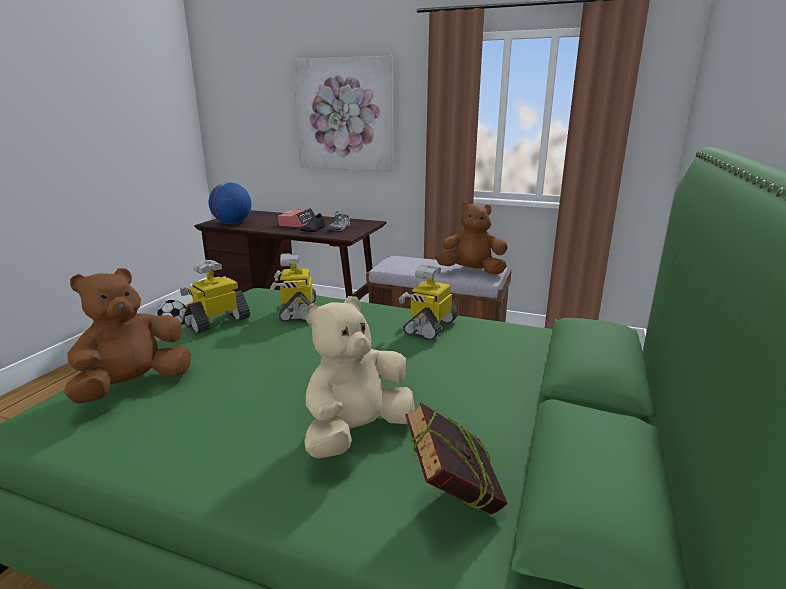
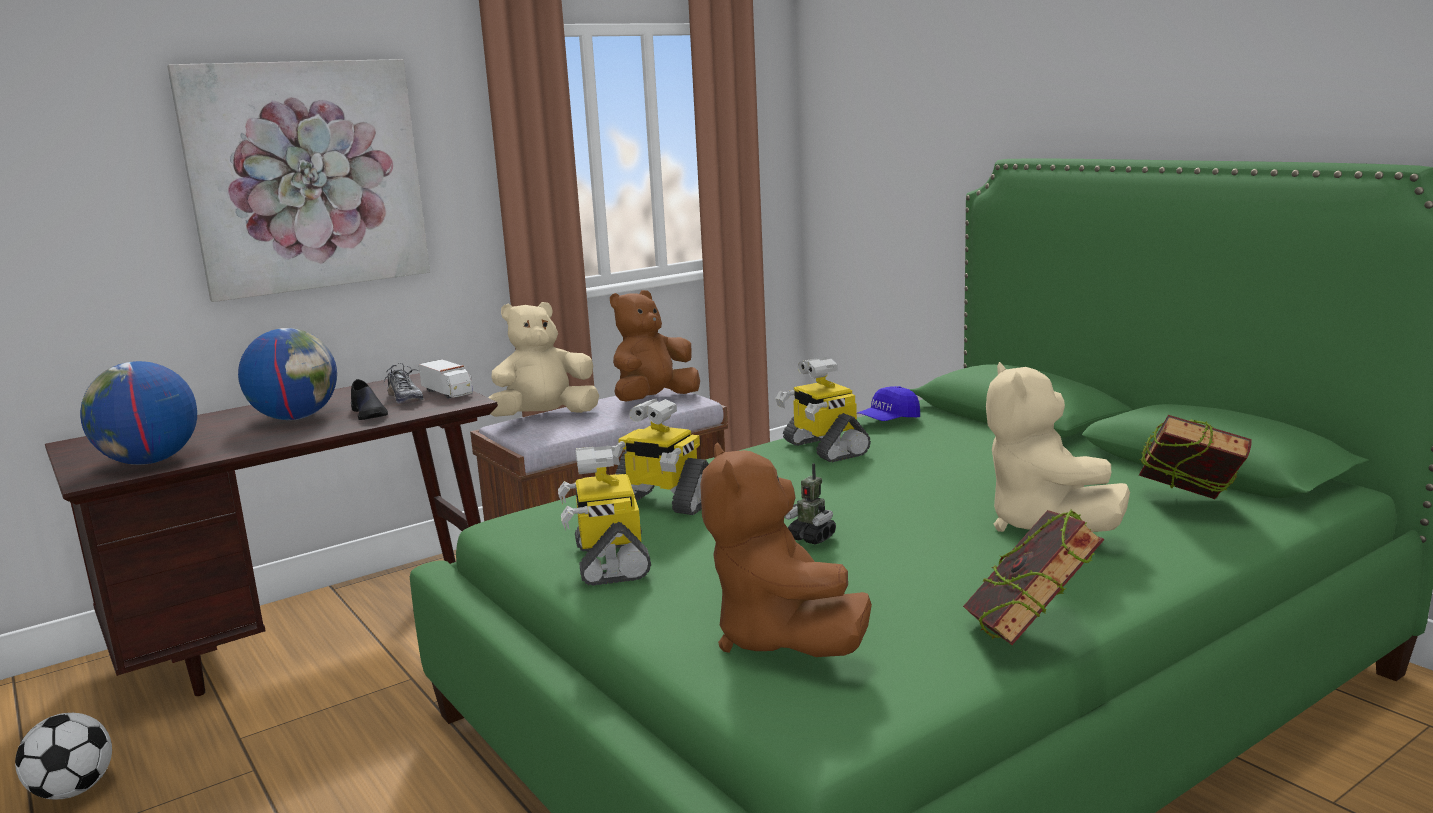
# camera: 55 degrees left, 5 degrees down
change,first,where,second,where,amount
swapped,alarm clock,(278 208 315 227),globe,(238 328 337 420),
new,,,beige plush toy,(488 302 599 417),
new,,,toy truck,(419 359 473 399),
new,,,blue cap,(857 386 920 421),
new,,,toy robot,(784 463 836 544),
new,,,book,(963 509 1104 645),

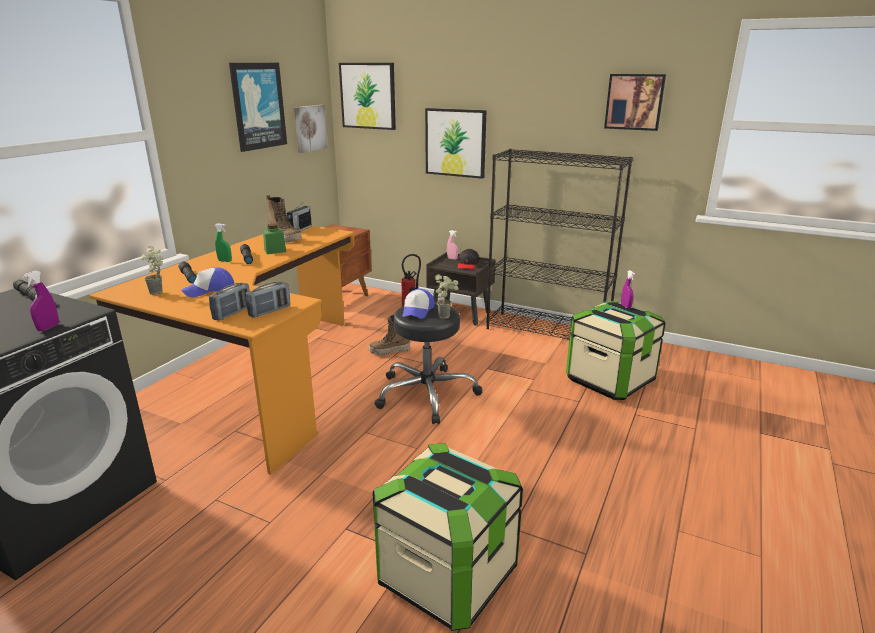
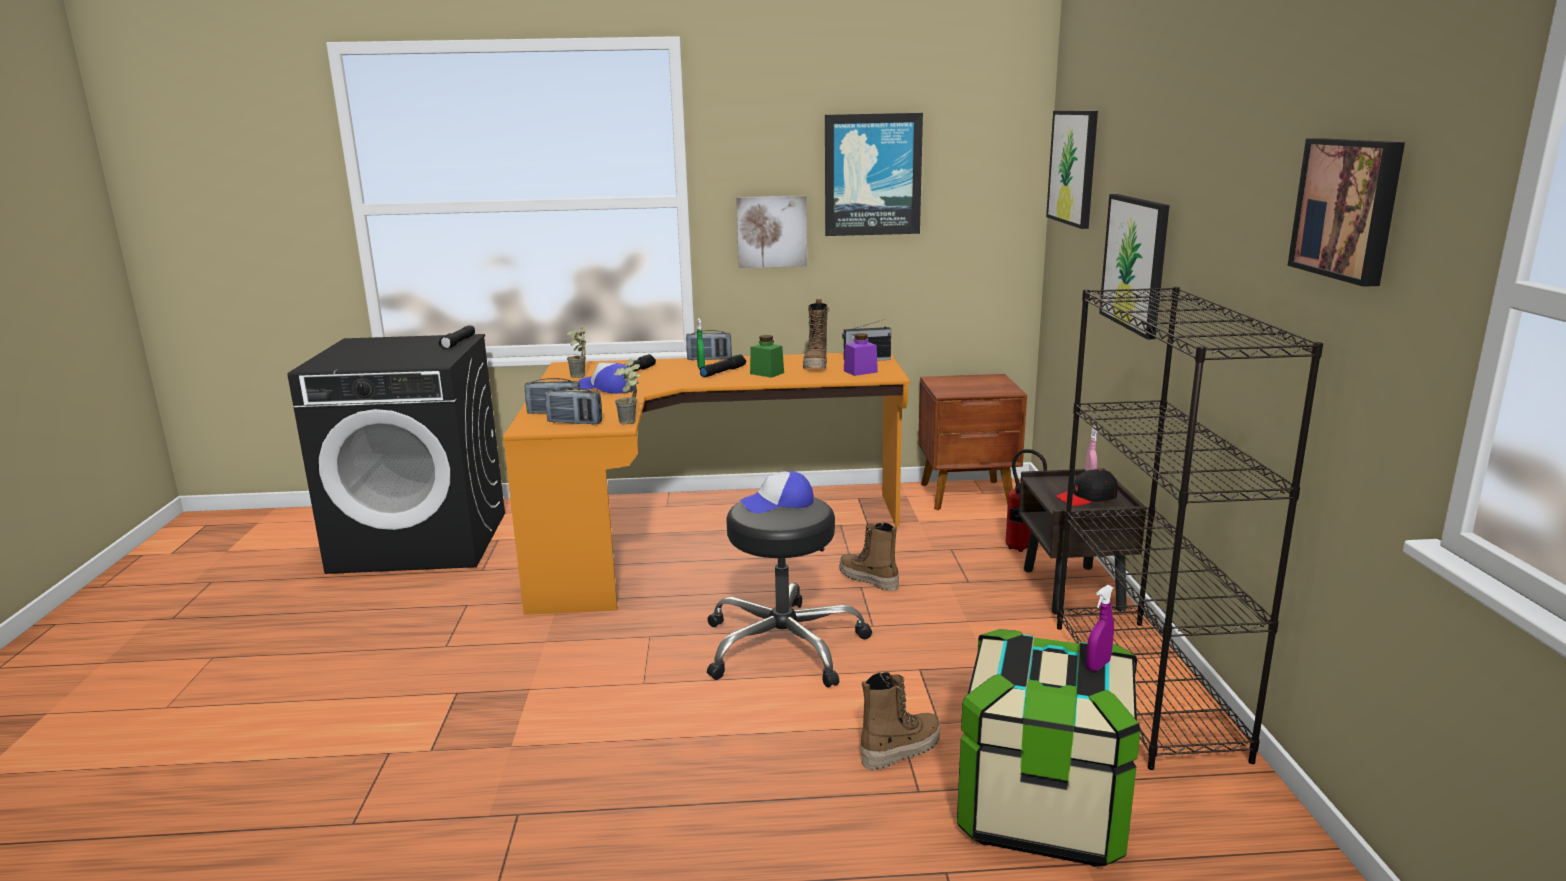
# camera: 60 degrees right, 5 degrees down
change,first,where,second,where,amount
shifted,picture,(294 105 327 153),,(736 196 807 268),
gone,purple spray bottle,(23 271 59 331),,,
shifted,potted plant,(435 274 459 319),,(614 359 641 424),
gone,storage box,(373 443 523 631),,,
new,,,radio,(686 330 732 360),
new,,,purple jar,(844 333 878 376),
new,,,boot,(861 672 940 770),

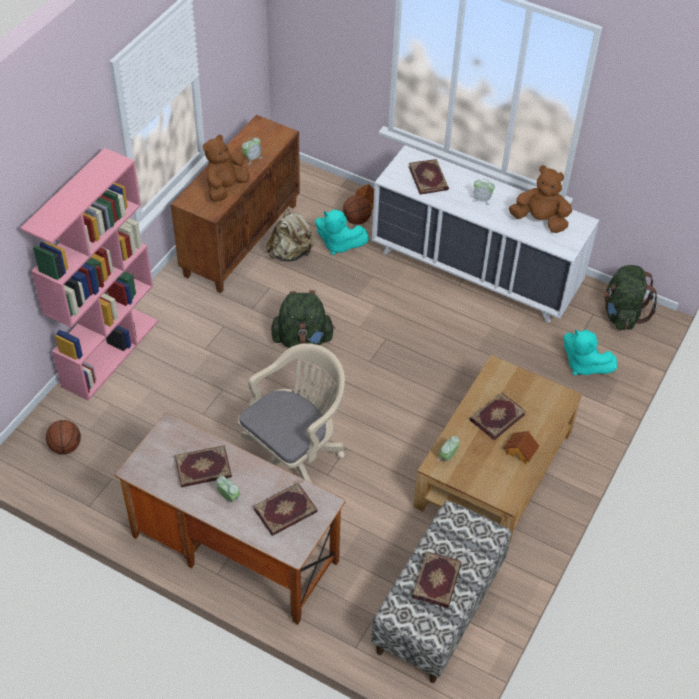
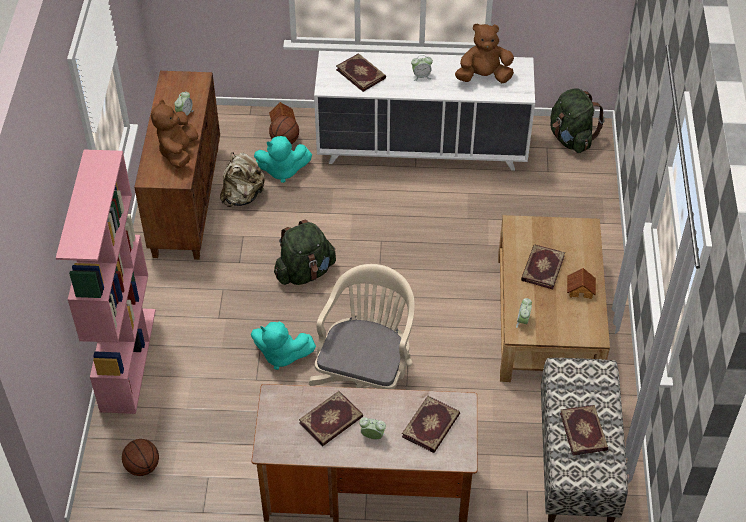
# camera: 25 degrees left, 0 degrees up
change,first,where,second,where,amount
shifted,turquoise plush toy,(564 329 617 376),,(251 322 316 370),

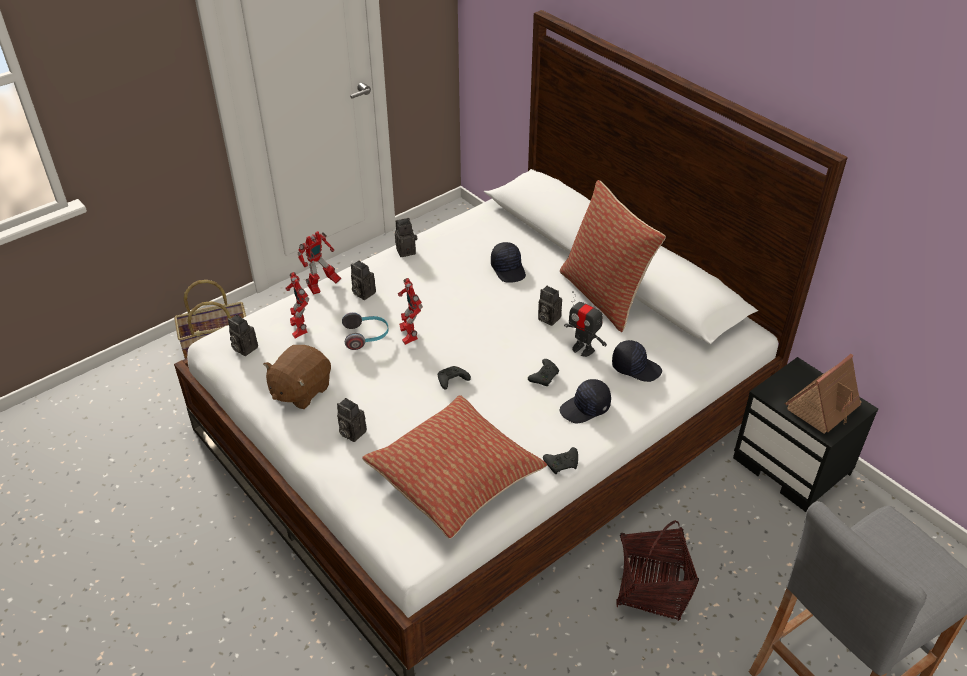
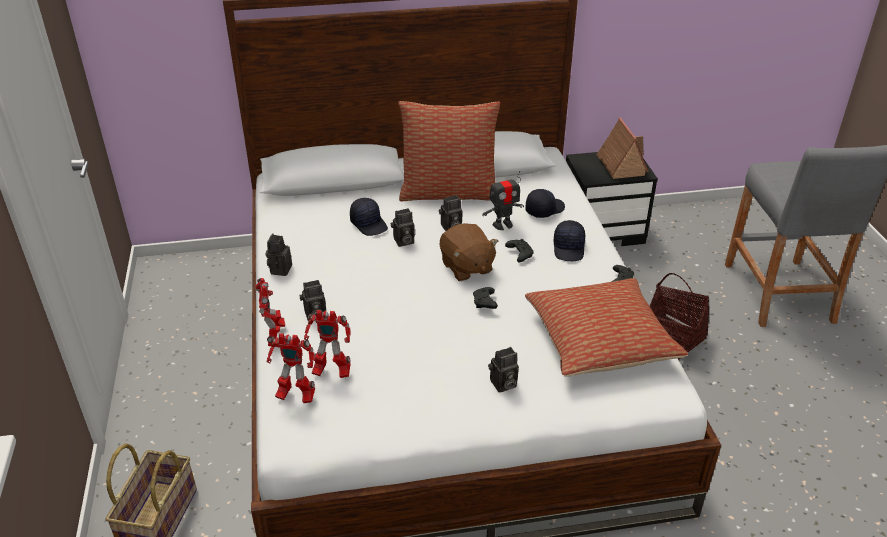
# camera: 60 degrees left, 5 degrees down
change,first,where,second,where,amount
rotated,black cap,(491 242 526 283),,(350 198 388 236),45 degrees clockwise
shifted,toy robot,(398 278 423 345),,(267 333 315 403),
gone,headphones,(342 312 389 350),,,
shifted,photo camera,(228 315 258 356),,(391 208 415 247),
shifted,brown plush toy,(263 345 331 409),,(440 223 498 281),

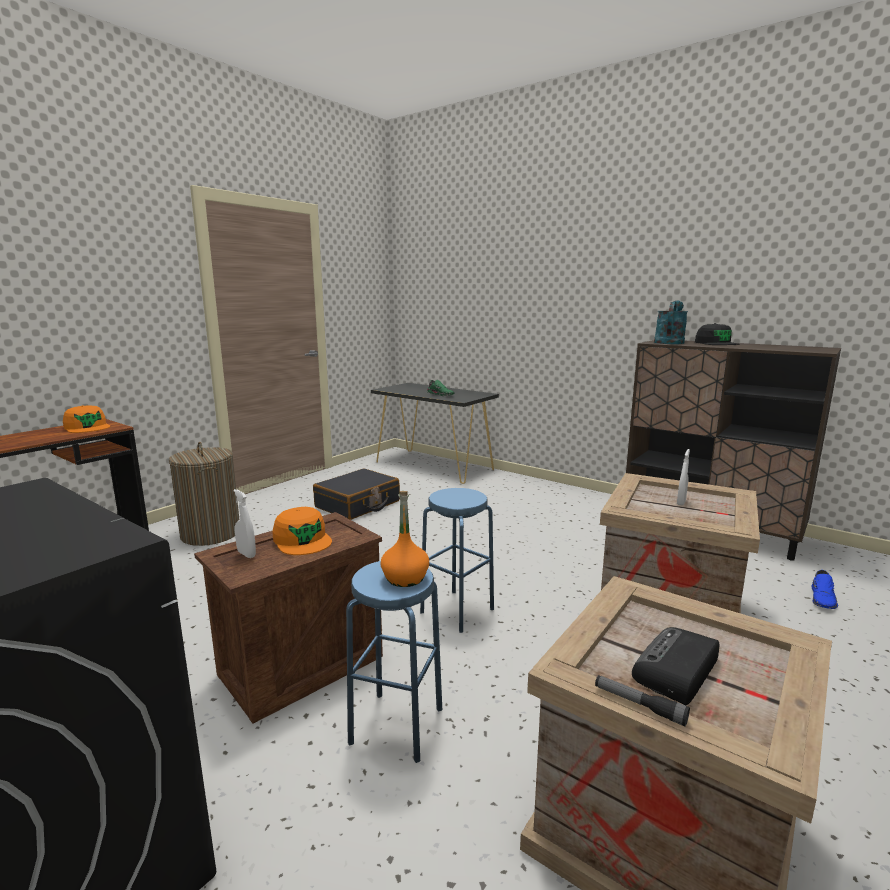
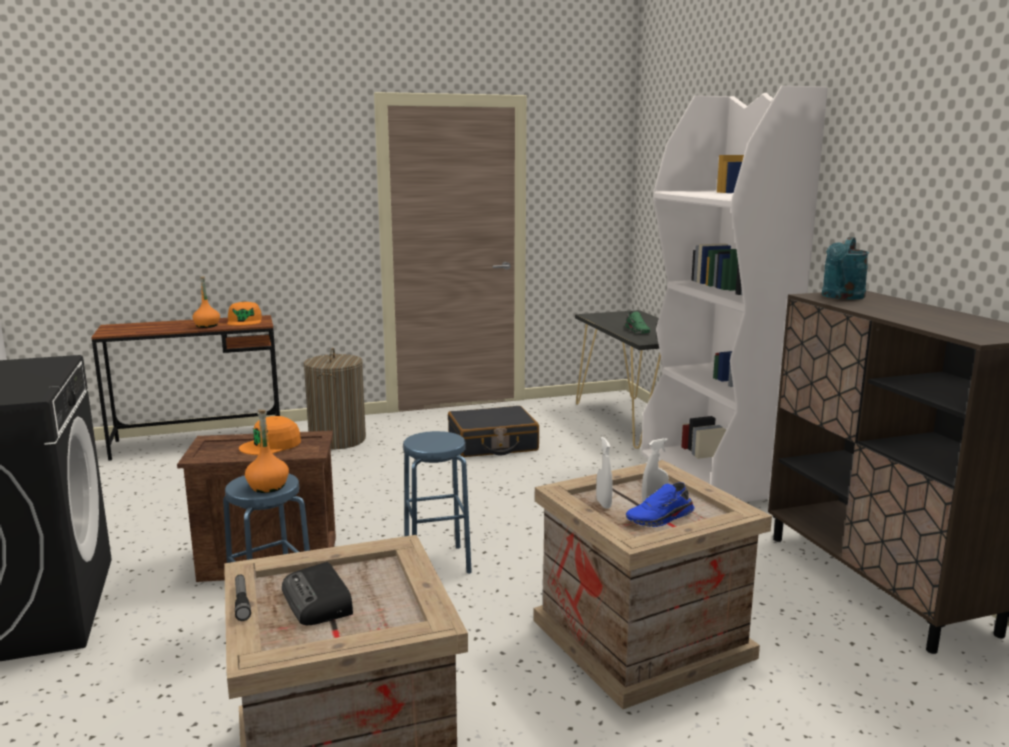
# camera: 35 degrees right, 0 degrees up
change,first,where,second,where,amount
rotated,turquoise watering can,(654 301 688 344),,(822 237 869 300),150 degrees clockwise
gone,black cap,(695 323 740 345),,,
shifted,white spray bottle,(233 489 256 558),,(596 437 613 509),
rotated,orange cap,(272 507 332 555),,(239 416 301 455),45 degrees clockwise
shifted,blue shoe,(812 570 838 609),,(626 482 695 527),
rotated,radio,(632 627 719 705),,(282 562 353 625),105 degrees counterclockwise
new,,,white bookcase,(641 85 828 502),
new,,,orange bottle,(192 276 220 328),

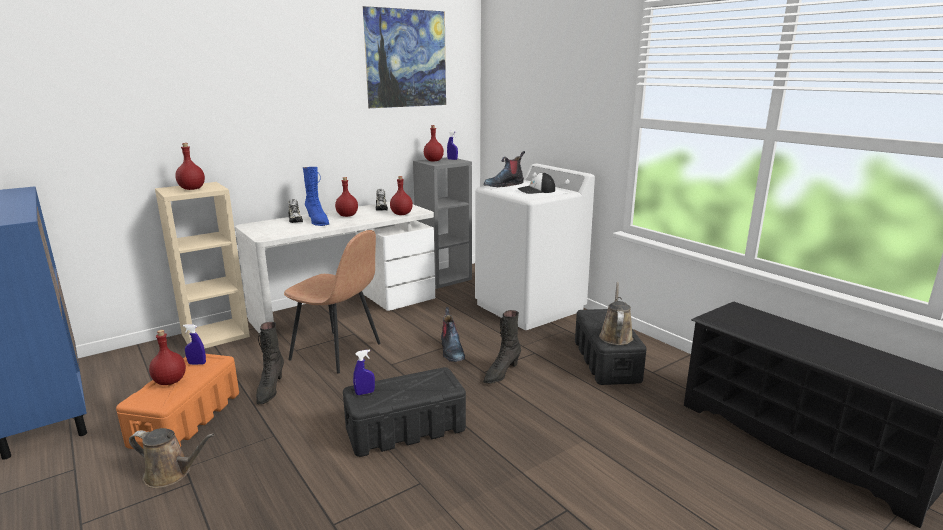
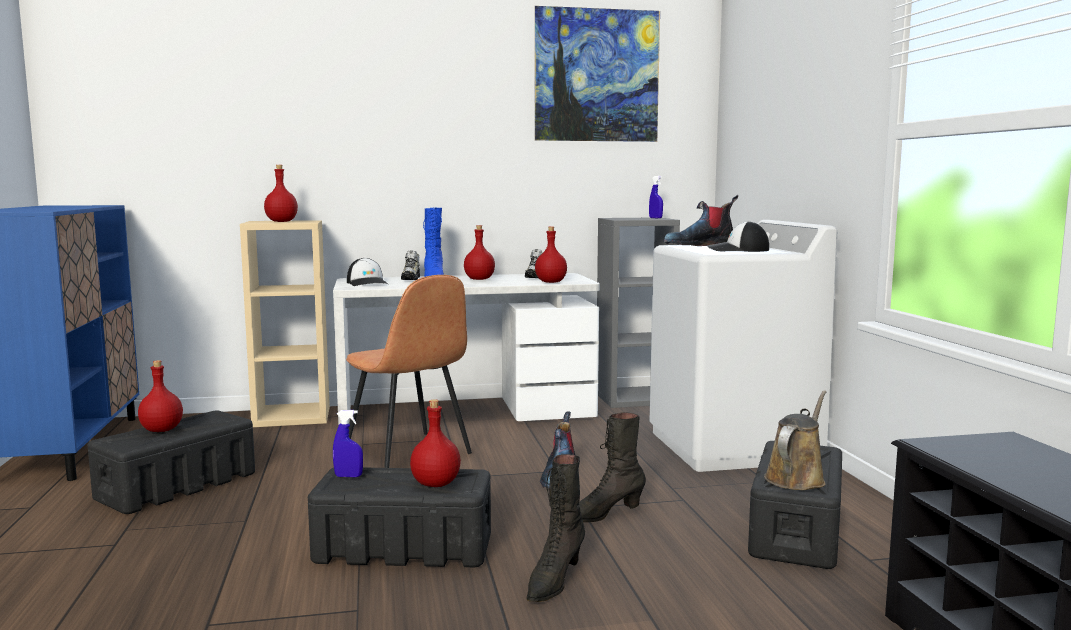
# camera: 25 degrees right, 10 degrees down
change,first,where,second,where,amount
shifted,red bottle,(424 125 444 161),,(410 399 461 487),
shifted,black boot,(256 322 284 405),,(527 454 585 602),
gone,blue spray bottle,(183 324 206 365),,,
repainted,orange storage box,(116 354 239 449),black storage box,(88 410 255 514),
gone,brown watering can,(129 428 215 488),,,
new,,,cap,(347 258 388 286),

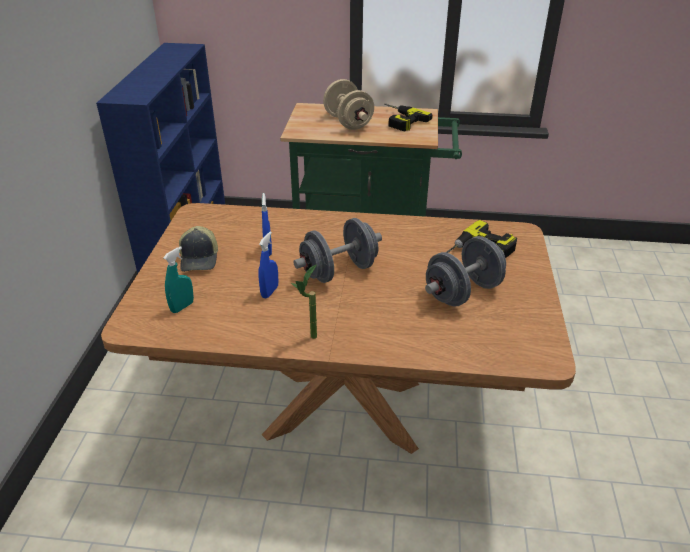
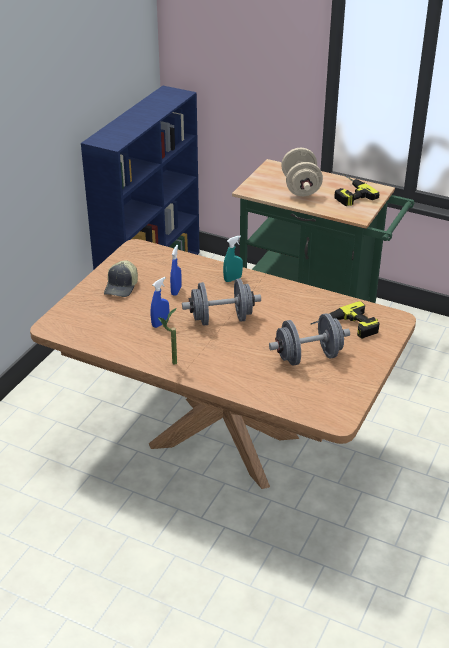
# camera: 20 degrees right, 0 degrees up
change,first,where,second,where,amount
shifted,turquoise spray bottle,(163 246 194 313),,(223 236 243 282),

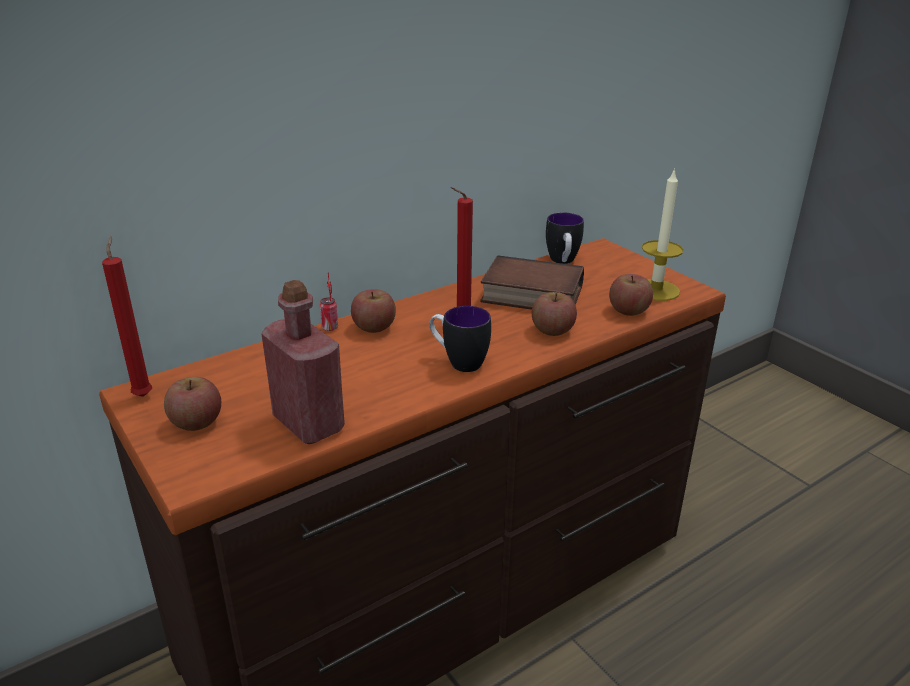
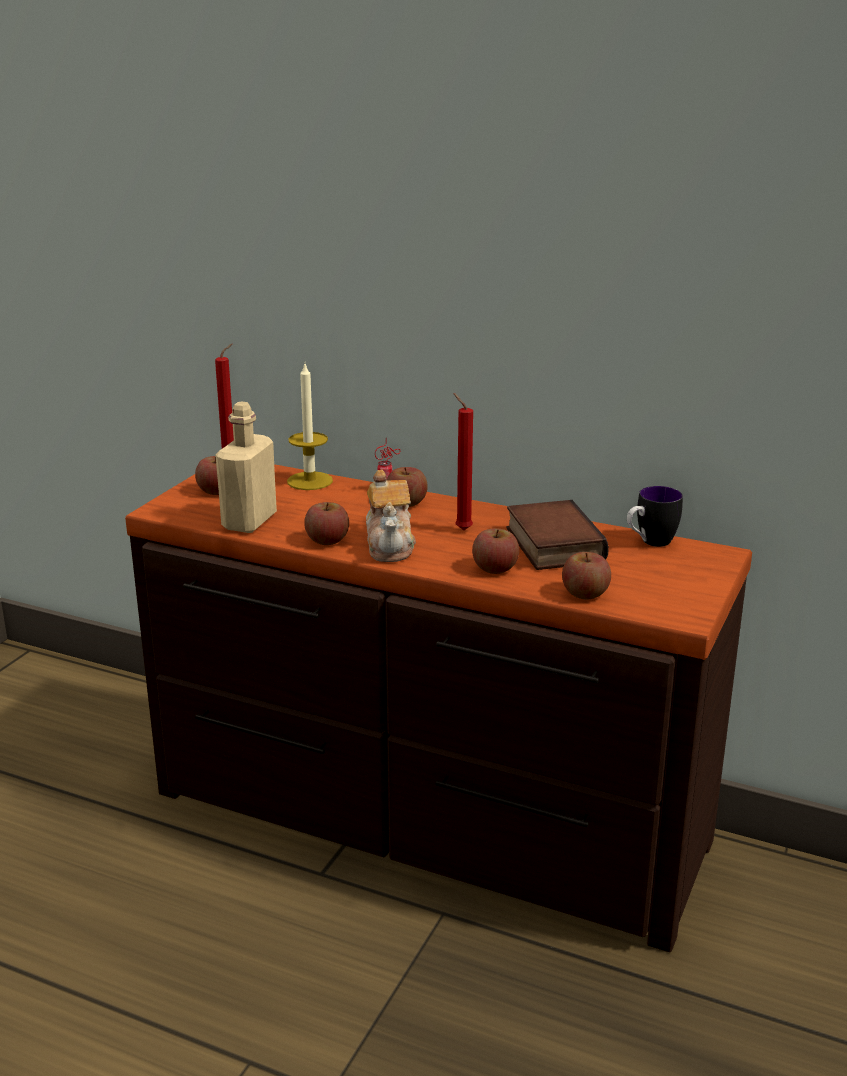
# camera: 60 degrees right, 5 degrees down
change,first,where,second,where,amount
shifted,candle,(642 168 683 301),,(287 364 333 490),
repainted,red bottle,(261 280 345 444),beige bottle,(215 401 277 533),
swapped,mug,(429 306 491 372),teapot,(366 470 416 562),
new,,,apple,(304 502 349 545),

